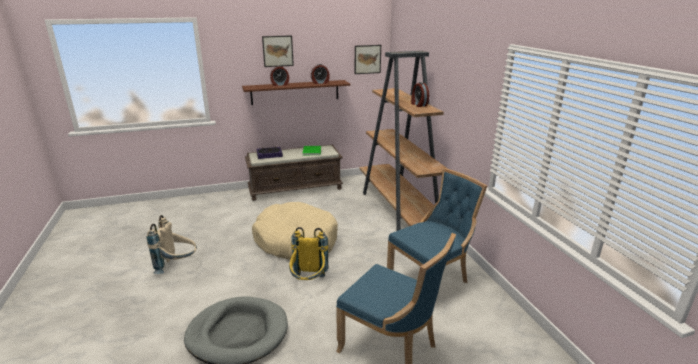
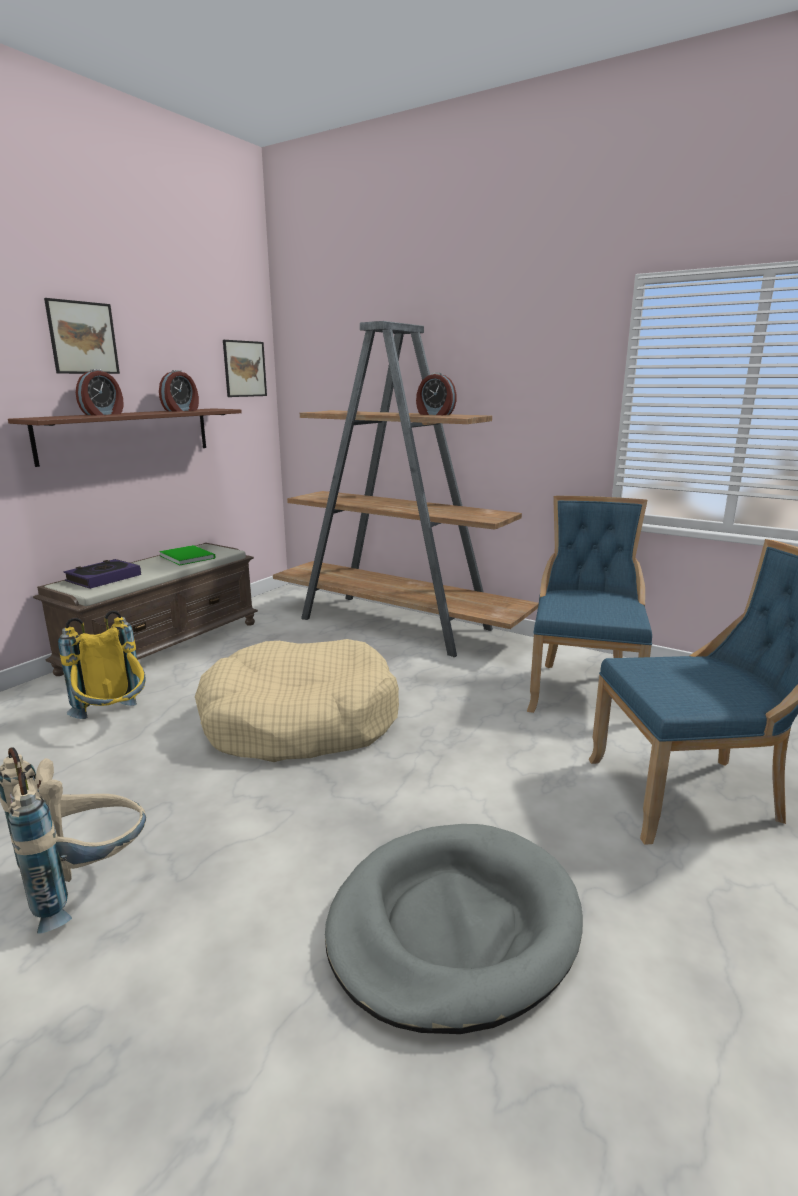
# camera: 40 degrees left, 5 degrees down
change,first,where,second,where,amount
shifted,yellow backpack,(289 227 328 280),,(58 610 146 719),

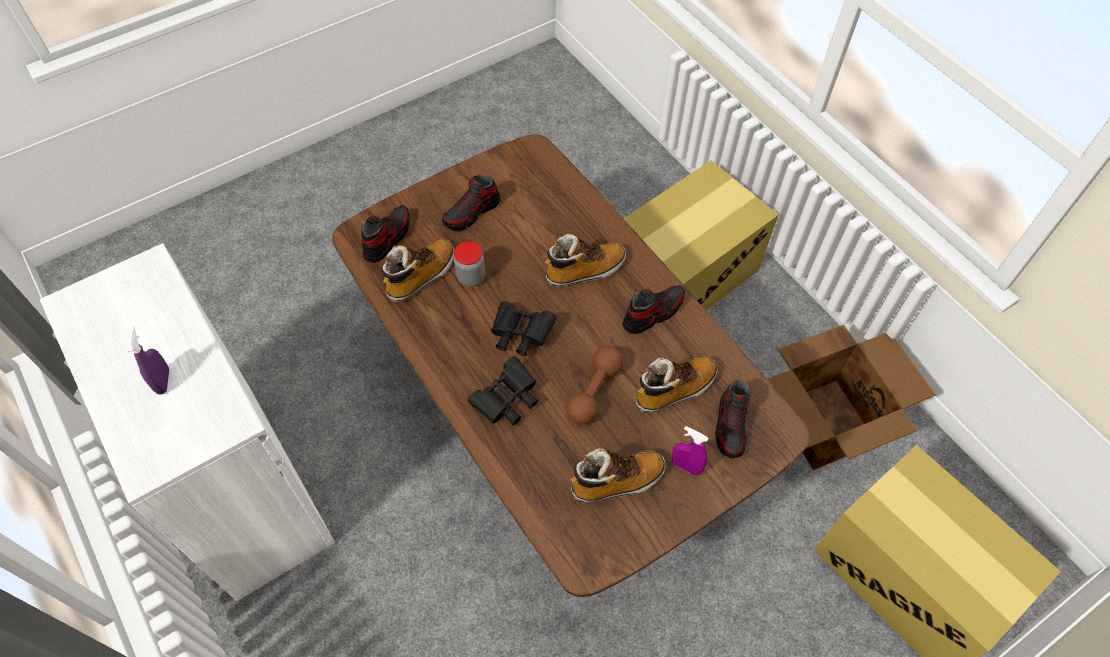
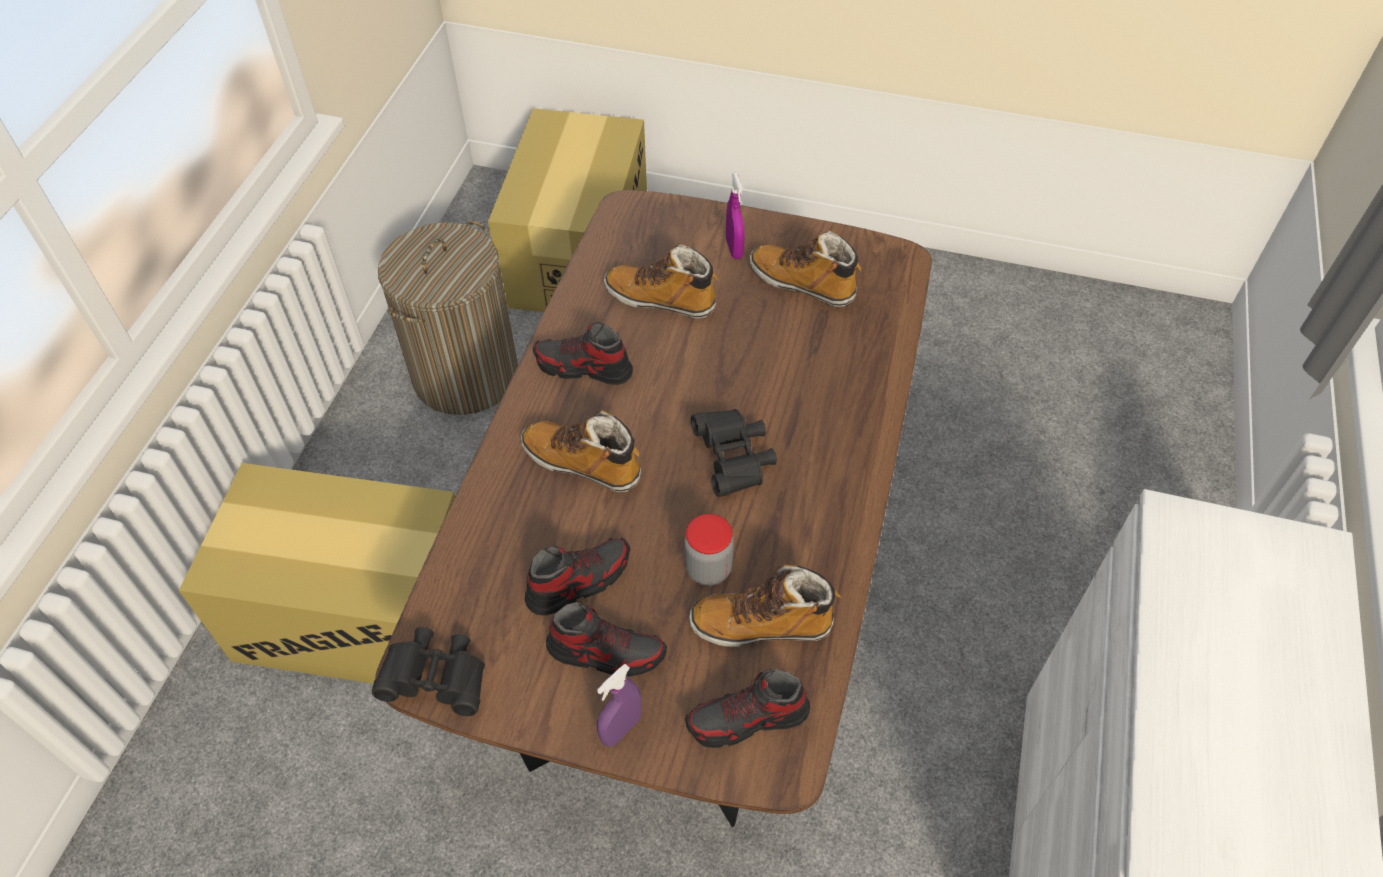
# camera: 130 degrees left, 5 degrees down
change,first,where,second,where,amount
swapped,cardboard box,(767 324 935 470),laundry basket,(378 221 518 415),
shifted,purple spray bottle,(128 326 169 394),,(597 664 642 747),
gone,brown dumbbell,(566 346 624 424),,,
shifted,black binoculars,(468 356 538 426),,(372 627 485 716),
shifted,shoe,(715 380 751 458),,(525 538 630 616),

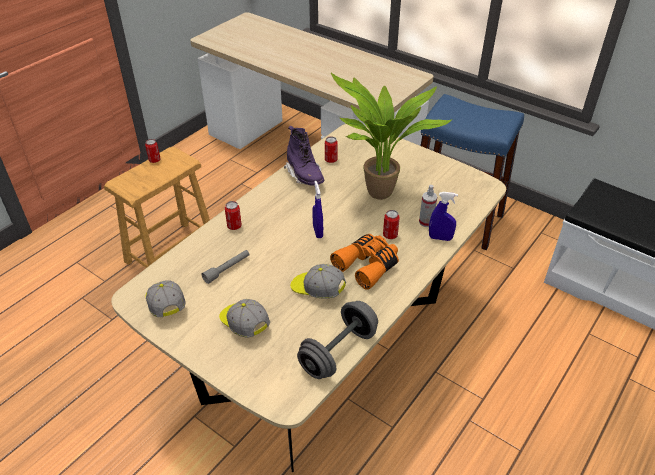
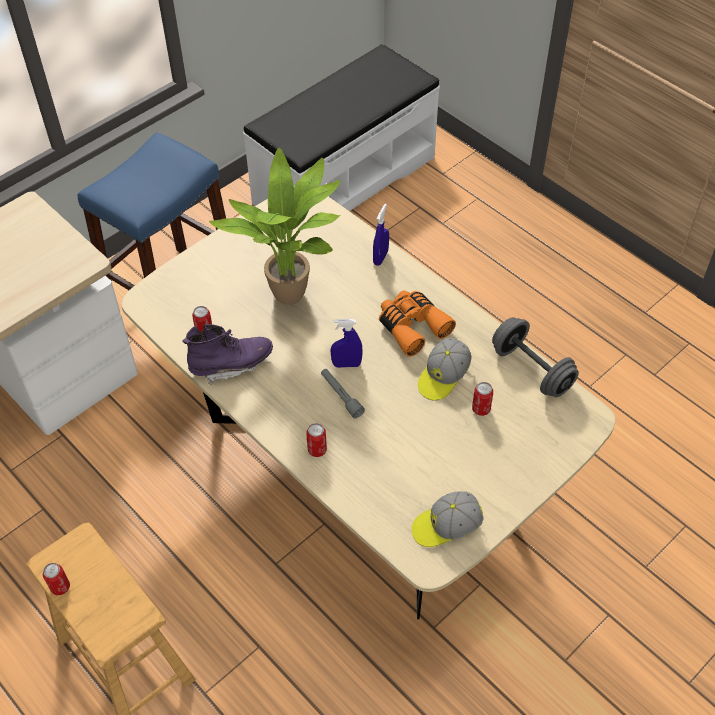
# camera: 80 degrees left, 10 degrees up
change,first,where,second,where,amount
gone,spray bottle,(419 185 437 227),,,
shifted,can,(383 210 400 239),,(472 382 493 416),
shifted,grey flashlight,(201 250 250 284),,(321 369 365 418),
gone,cap,(219 299 270 338),,,

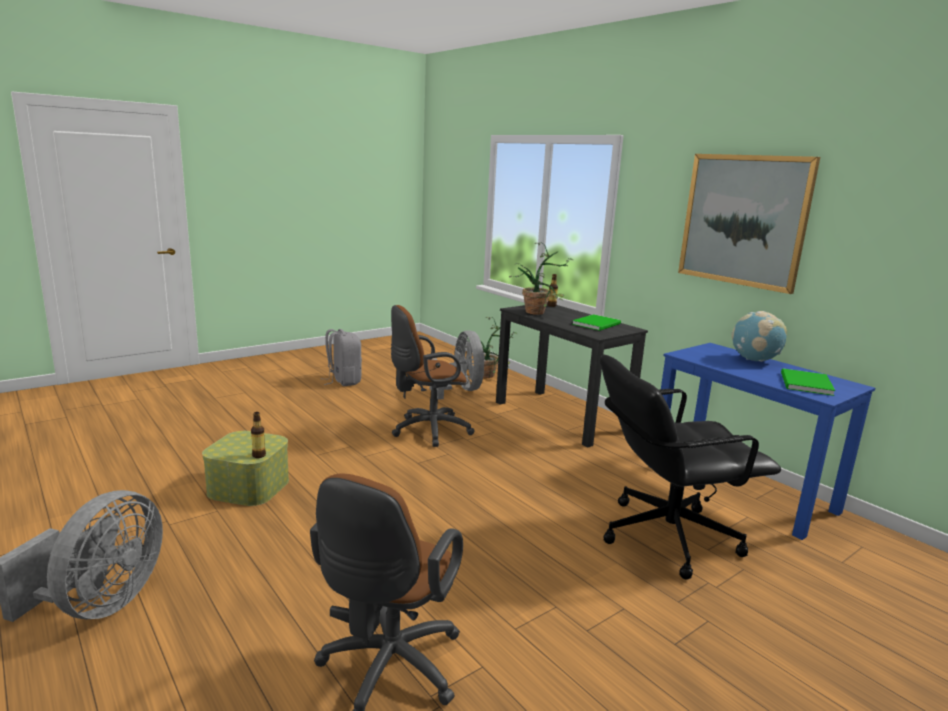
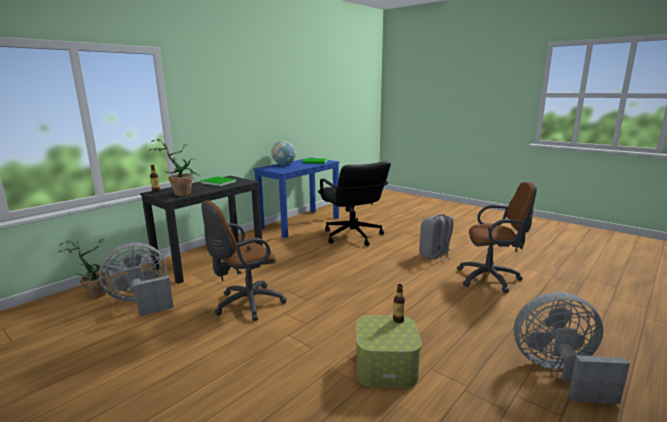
# camera: 100 degrees left, 0 degrees up
change,first,where,second,where,amount
gone,picture,(678 154 820 294),,,
rotated,brown office chair,(391 305 474 447),,(201 200 287 321),90 degrees clockwise
shifted,grey backpack,(324 329 362 386),,(419 214 454 262),

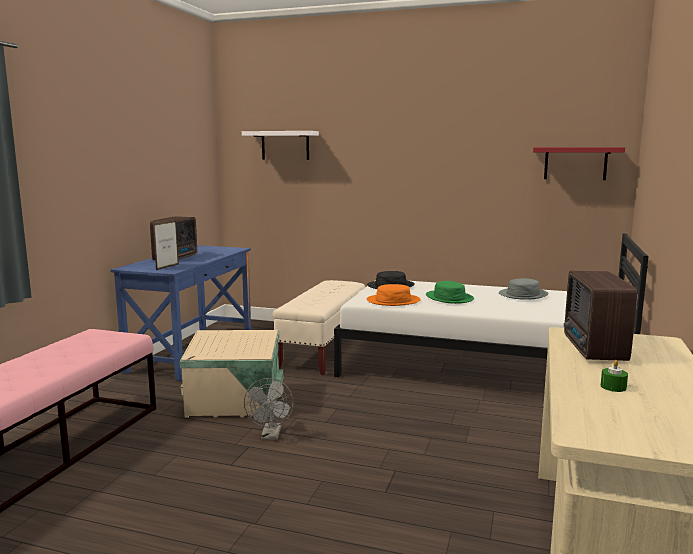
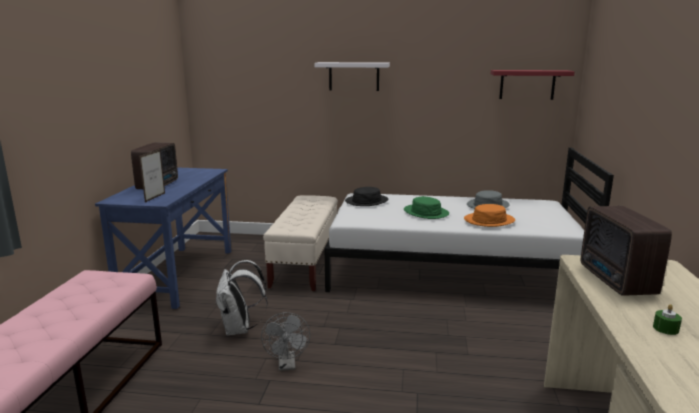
# camera: 10 degrees left, 5 degrees up
change,first,where,second,where,amount
shifted,white shelf,(242 131 319 160),,(314 62 390 91),
shifted,orange hat,(367 284 421 306),,(464 204 515 227),
swapped,beige storage box,(179 330 283 418),white backpack,(215 260 268 336),

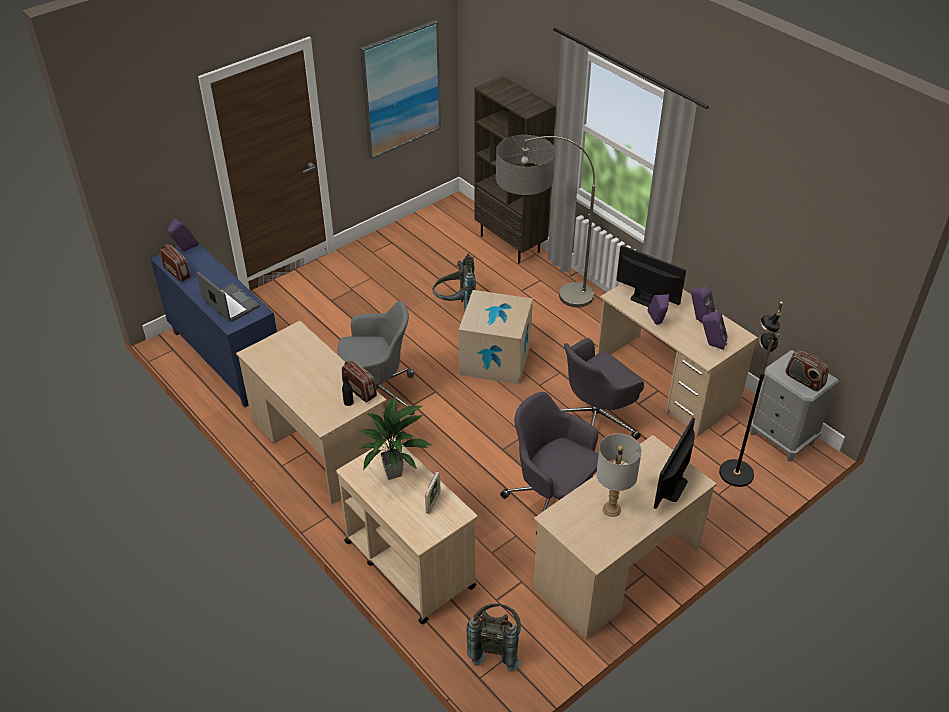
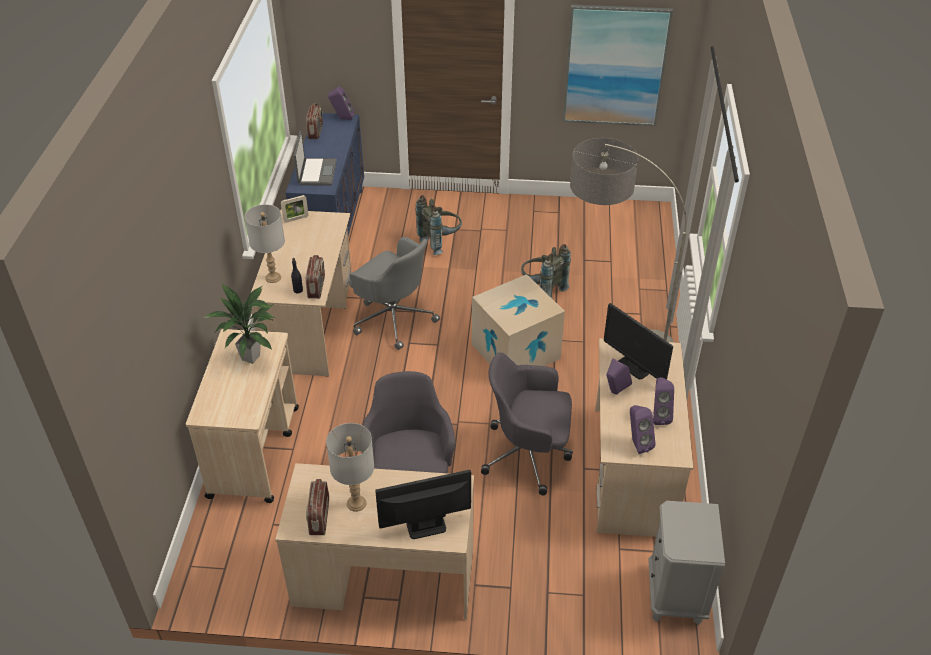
# camera: 45 degrees right, 0 degrees up
change,first,where,second,where,amount
gone,brown bookcase,(474 76 556 263),,,
rotated,monitor,(616 245 686 307),,(604 303 673 379),150 degrees clockwise
gone,black floor lamp,(719 302 783 487),,,
shifted,radio,(786 351 829 392),,(306 479 329 535),
shifted,picture frame,(425 472 441 514),,(281 195 308 223),
shifted,grey backpack,(467 603 521 671),,(415 195 462 255),
new,,,grey table lamp,(245 204 285 283),

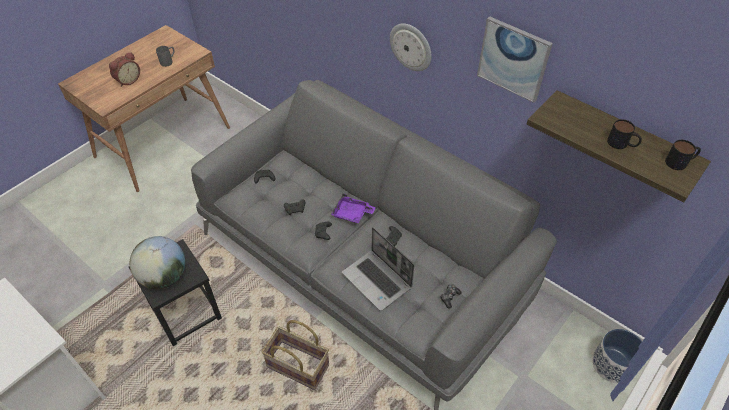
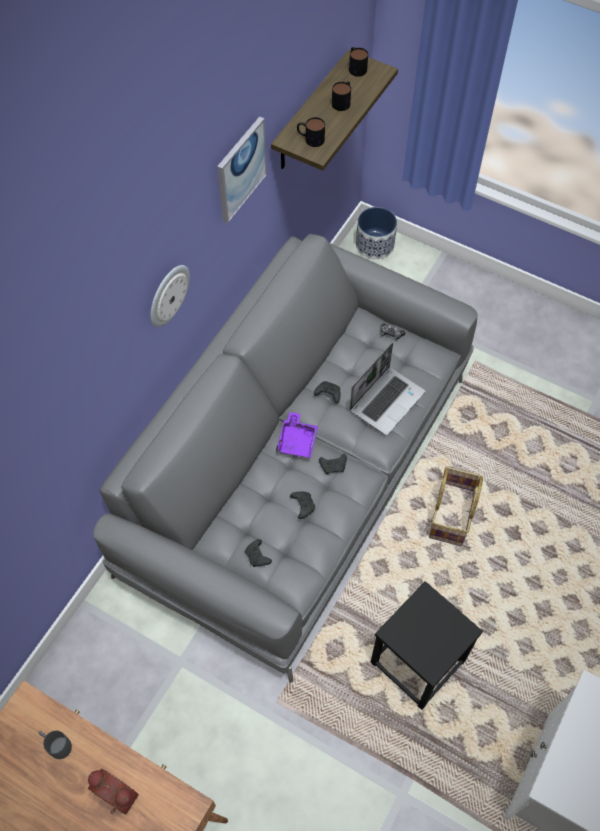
# camera: 100 degrees left, 10 degrees up
change,first,where,second,where,amount
gone,globe,(130 236 185 289),,,
new,,,mug,(297 117 325 147),

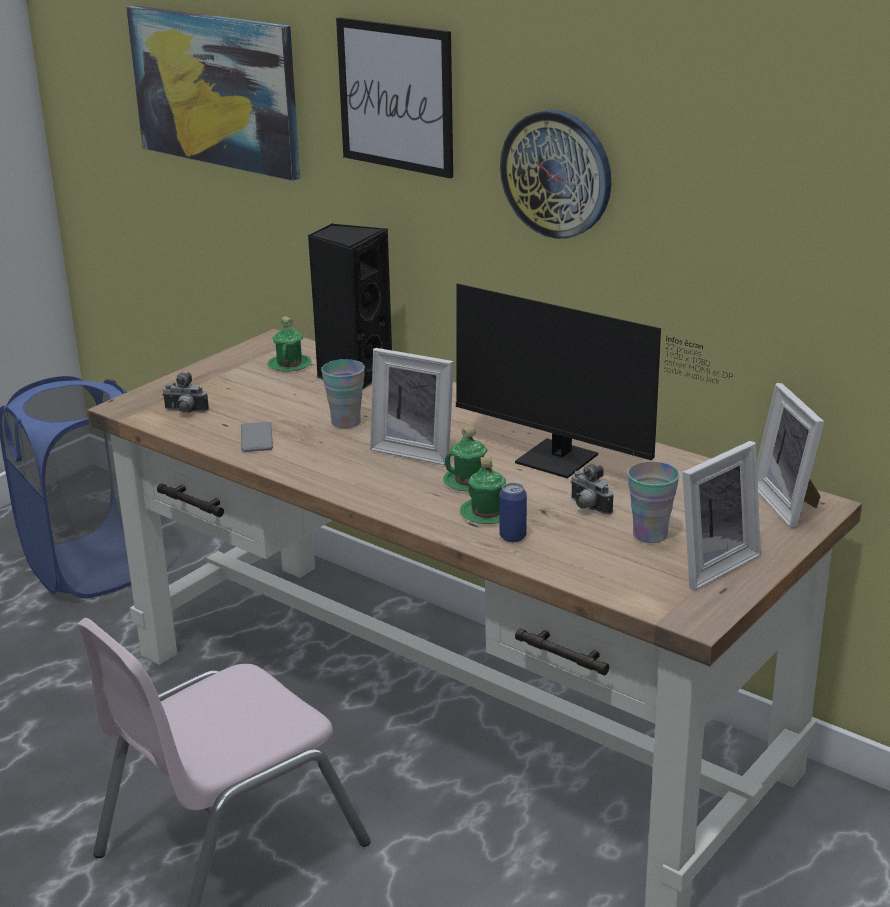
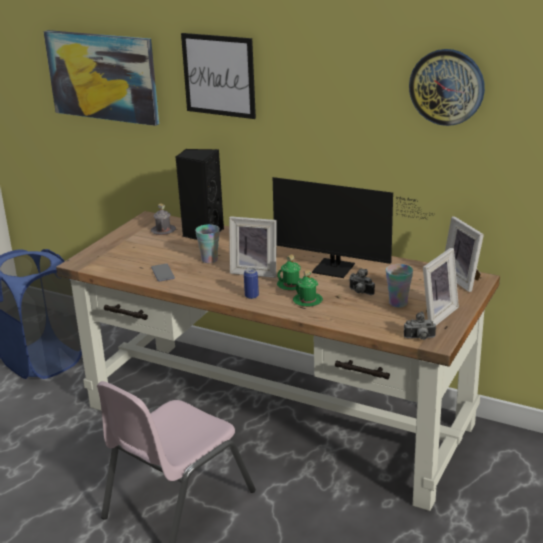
# camera: 10 degrees left, 0 degrees up
change,first,where,second,where,amount
shifted,wall clock,(500 110 611 239),,(409 49 485 126),
repainted,green mug,(268 316 312 372),grey mug,(151 203 176 235),
shifted,photo camera,(162 372 209 413),,(404 311 436 340),
shifted,can,(499 482 527 542),,(244 268 259 299),

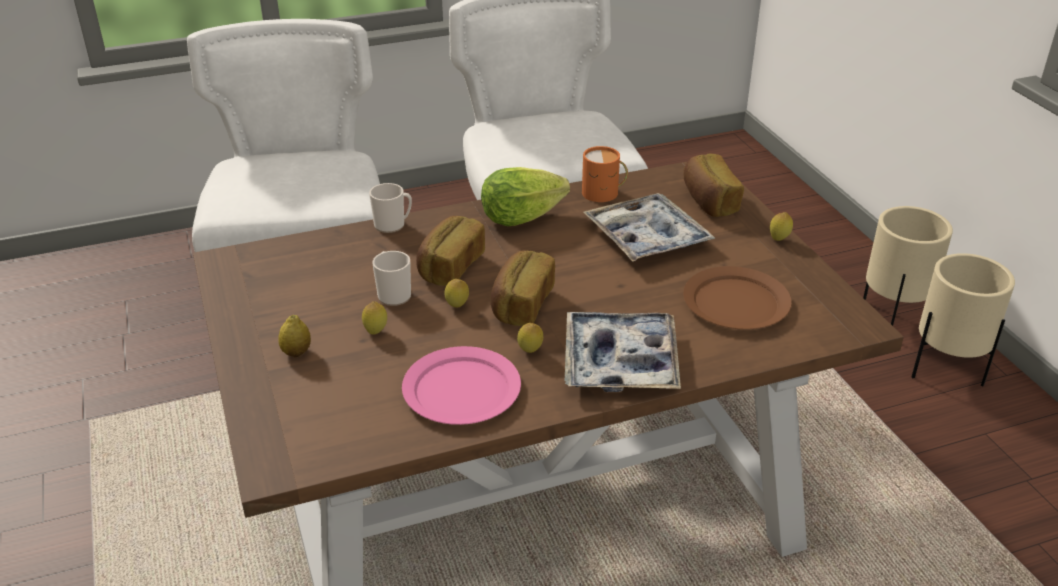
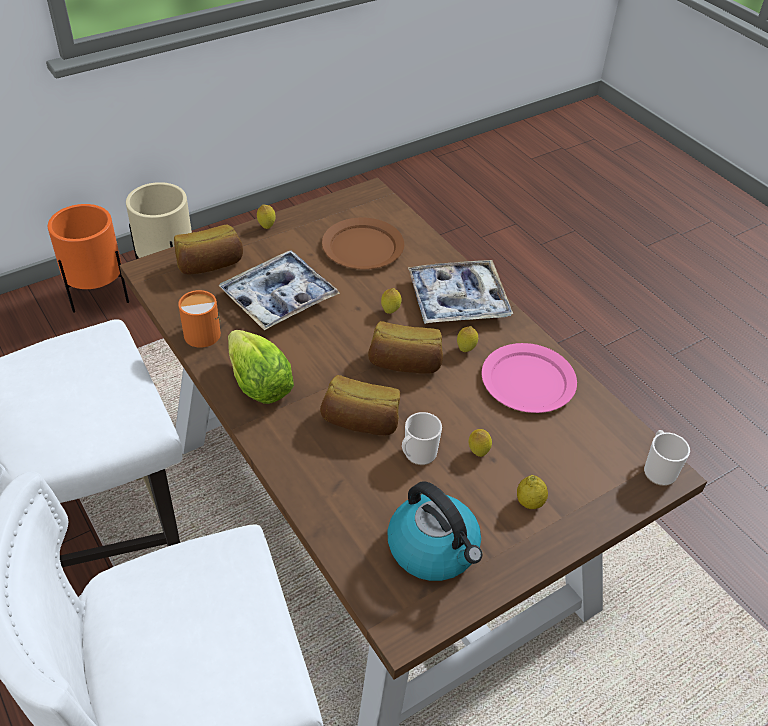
# camera: 105 degrees left, 10 degrees up
change,first,where,second,where,amount
shifted,mug,(369 183 412 233),,(644 430 690 486),
repainted,beige planter,(863 206 953 326),orange planter,(48 204 129 313),
shifted,lemon,(444 279 469 308),,(381 288 401 314),
new,,,kettle,(387 481 482 581),

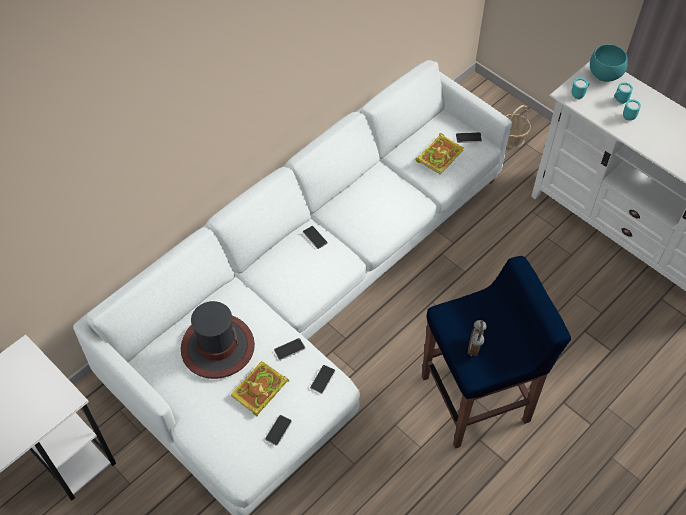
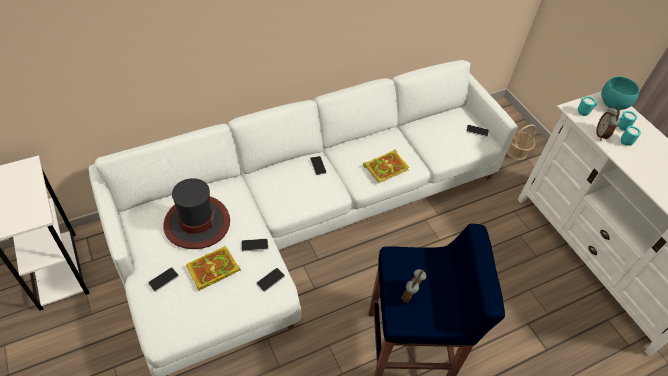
# camera: 15 degrees right, 5 degrees down
change,first,where,second,where,amount
shifted,book,(415 133 464 175),,(363 149 410 183),
shifted,phone,(265 415 292 446),,(148 267 179 292),
new,,,alarm clock,(596 107 620 140),

